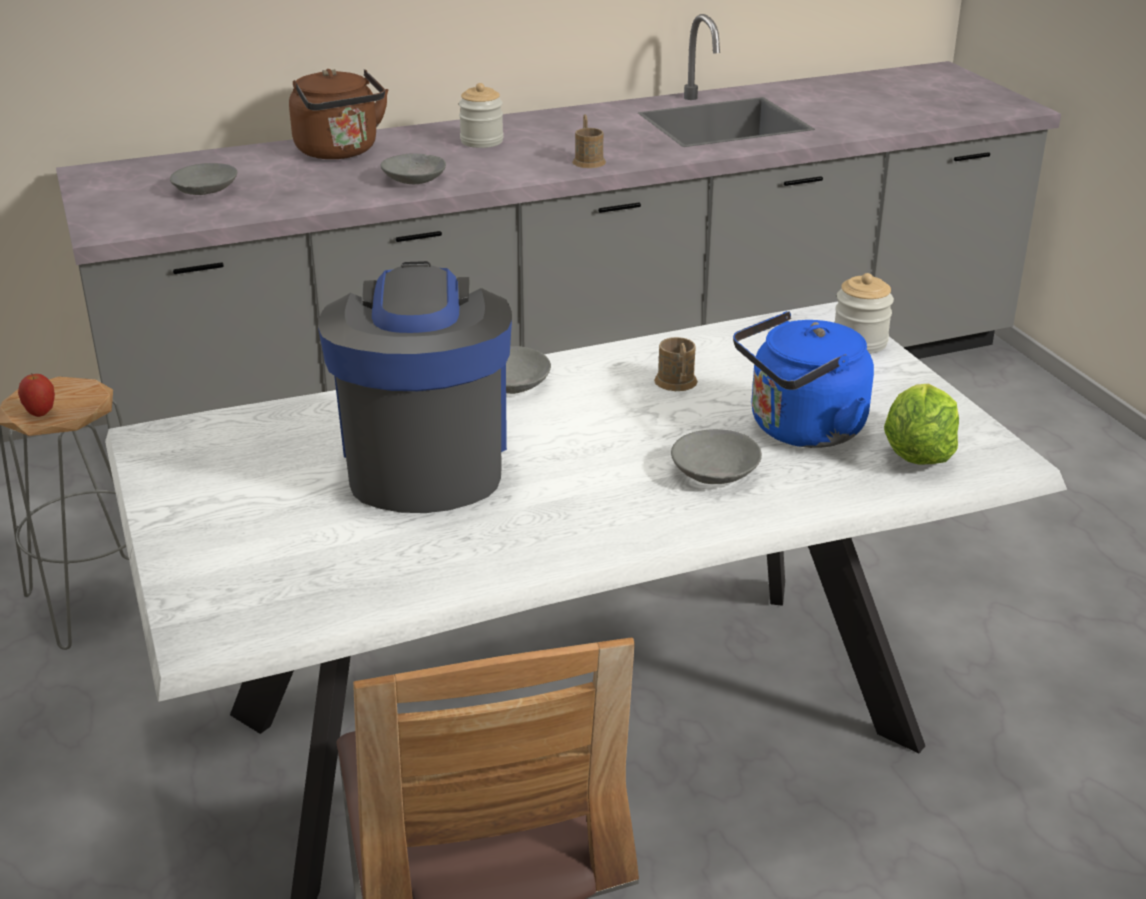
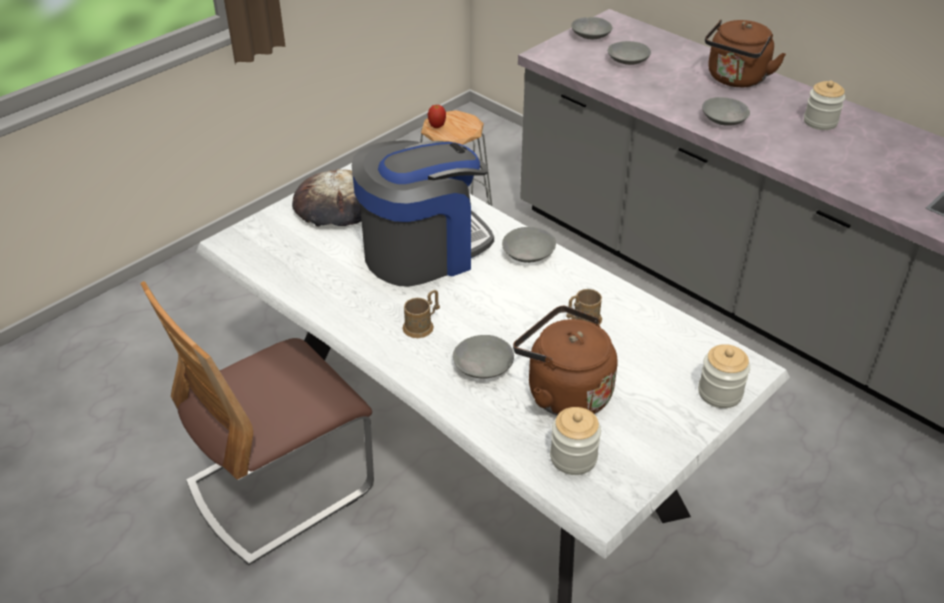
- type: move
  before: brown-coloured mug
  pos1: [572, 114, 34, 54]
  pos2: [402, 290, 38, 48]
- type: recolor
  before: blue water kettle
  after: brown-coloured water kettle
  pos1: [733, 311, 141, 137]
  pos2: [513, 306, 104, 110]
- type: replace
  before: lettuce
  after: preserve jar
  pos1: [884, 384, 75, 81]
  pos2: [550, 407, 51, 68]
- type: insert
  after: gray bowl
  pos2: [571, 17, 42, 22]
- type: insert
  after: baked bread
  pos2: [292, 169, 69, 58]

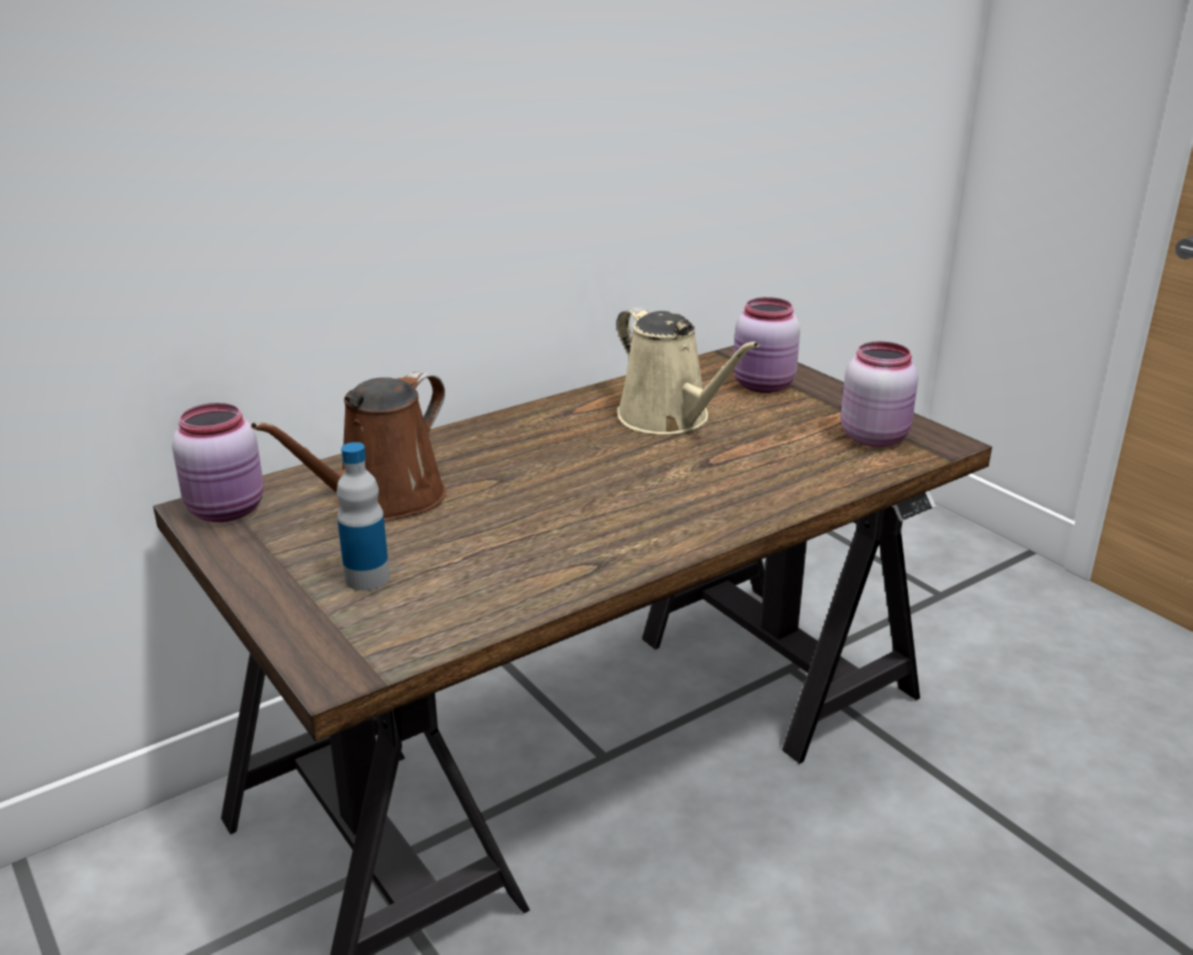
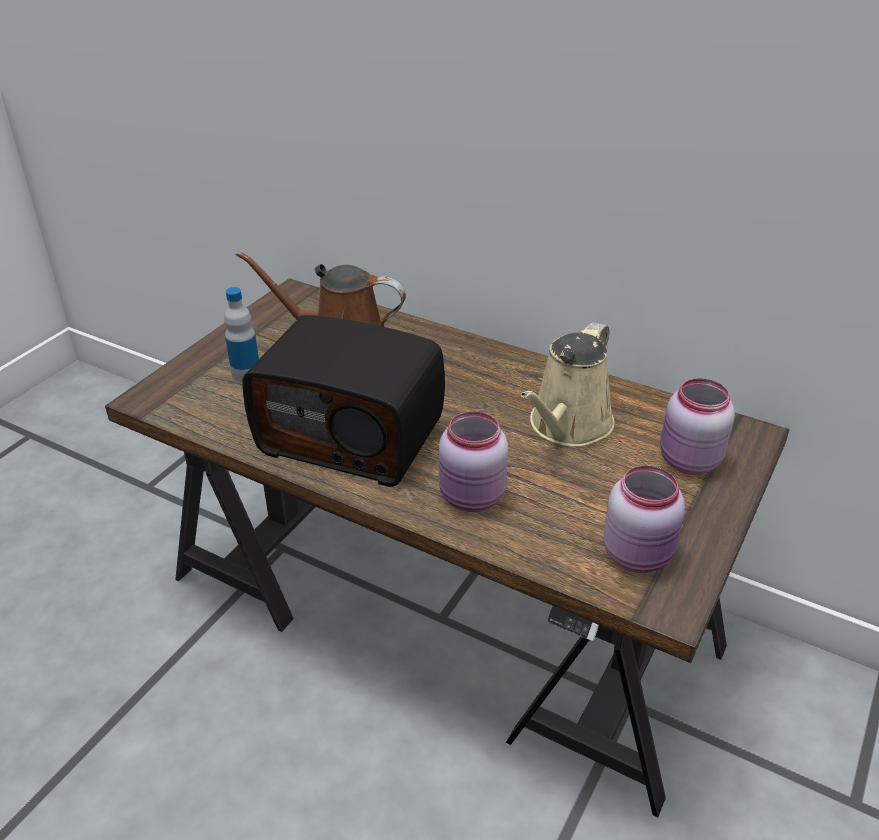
- type: move
  before: pink preserve jar
  pos1: [172, 403, 92, 119]
  pos2: [439, 411, 69, 101]
- type: insert
  after: radio set
  pos2: [243, 315, 202, 172]

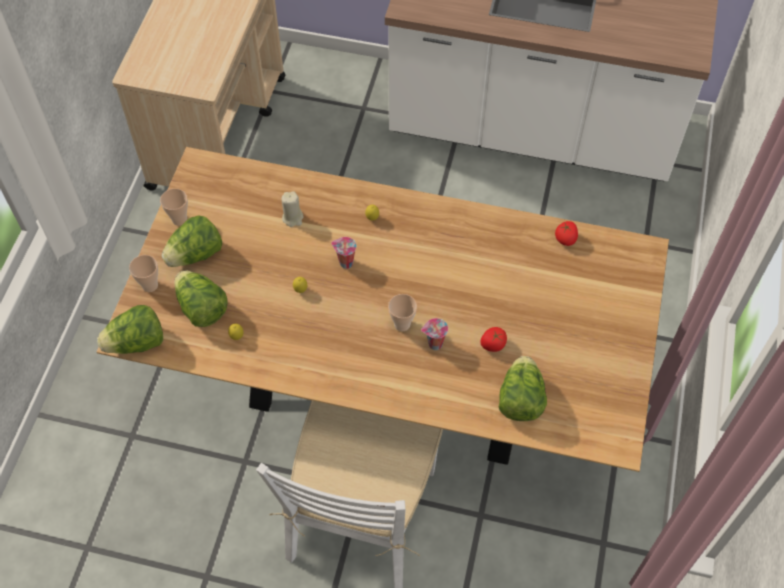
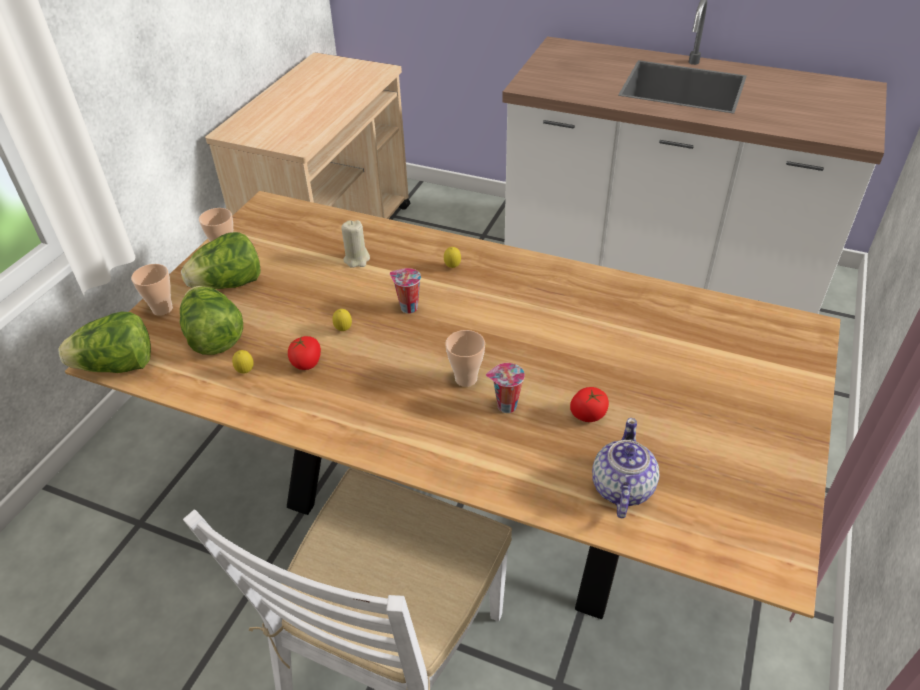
- type: move
  before: tomato
  pos1: [555, 221, 23, 25]
  pos2: [288, 336, 33, 34]
- type: replace
  before: lettuce
  after: tea pot
  pos1: [499, 356, 48, 65]
  pos2: [592, 418, 68, 100]

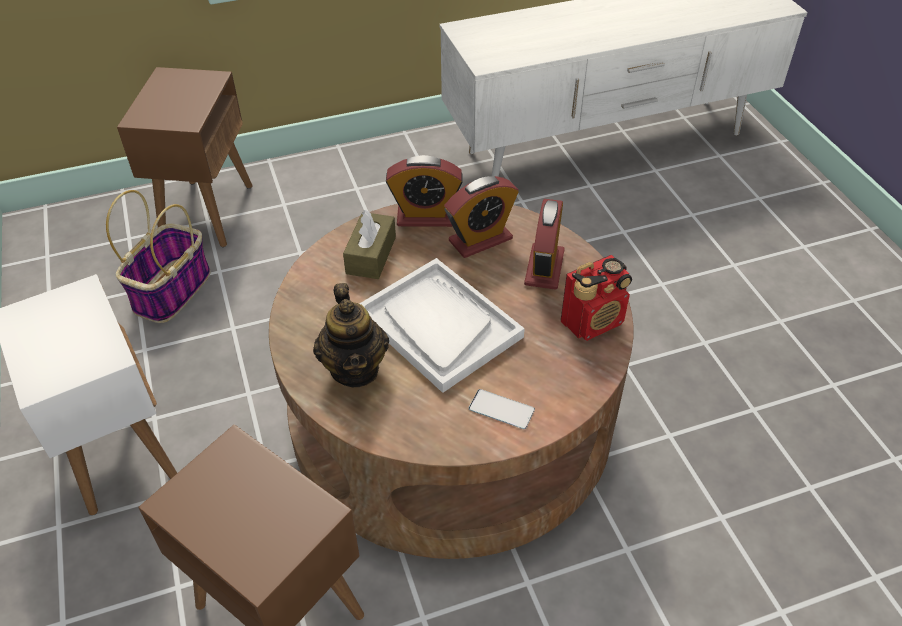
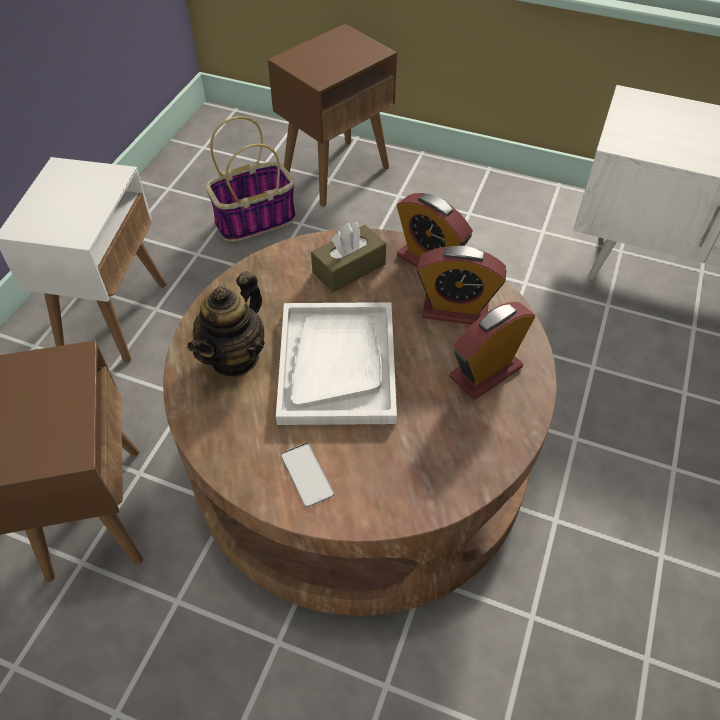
- type: delete
  before: radio set
  pos1: [561, 255, 71, 86]

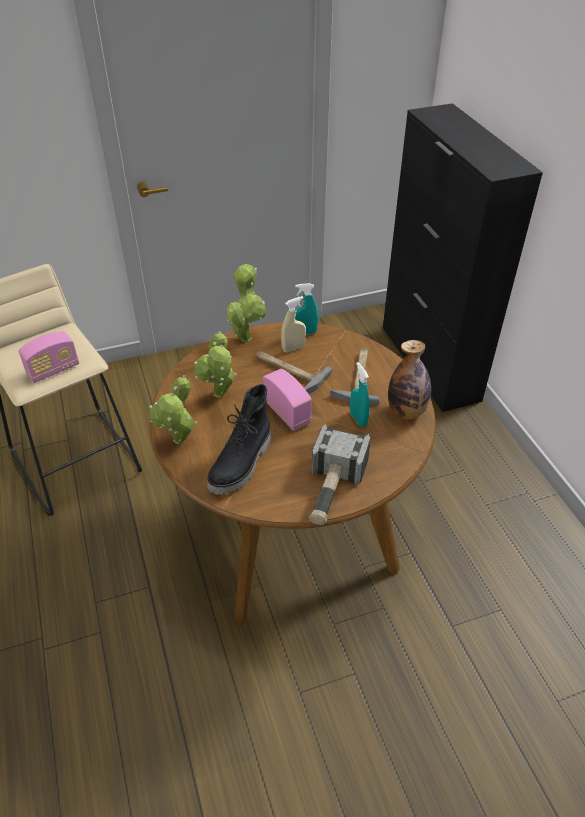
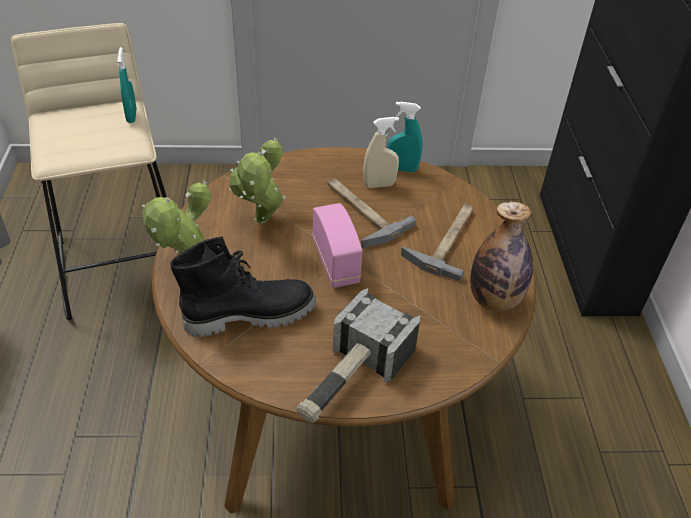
- type: delete
  before: plant in a pot
  pos1: [227, 264, 39, 79]
- type: delete
  before: radio set
  pos1: [18, 331, 61, 52]
- type: move
  before: blue-green sprayer
  pos1: [350, 362, 20, 65]
  pos2: [117, 47, 20, 76]
- type: rotate
  before: black-coloured high-top boot
  pos1: [207, 384, 64, 111]
  pos2: [170, 236, 146, 101]
  turn: -150

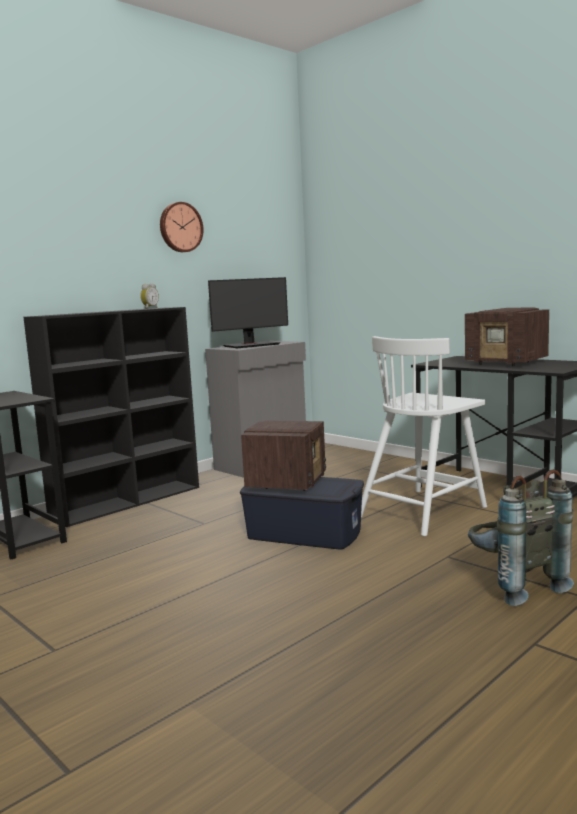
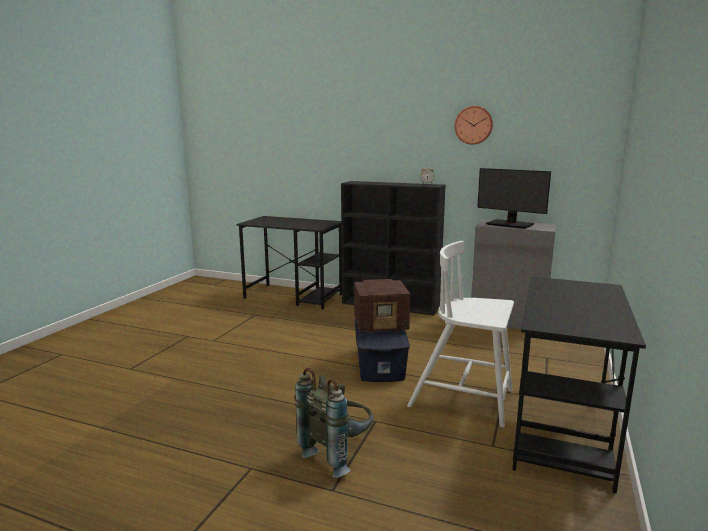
- type: delete
  before: radio set
  pos1: [465, 307, 84, 59]

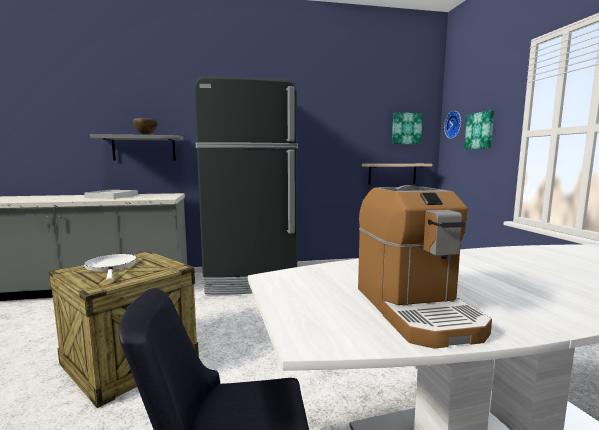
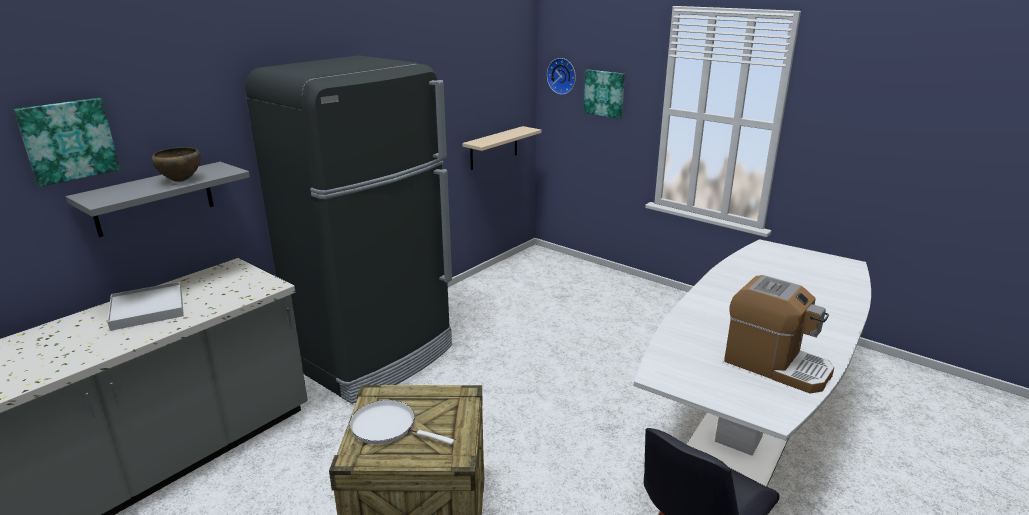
- type: move
  before: wall picture
  pos1: [392, 113, 31, 31]
  pos2: [13, 98, 107, 89]

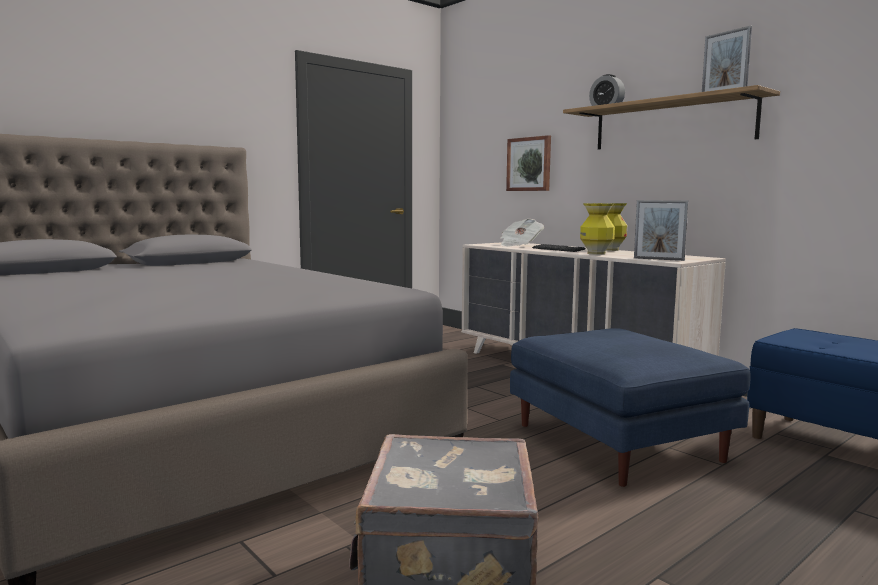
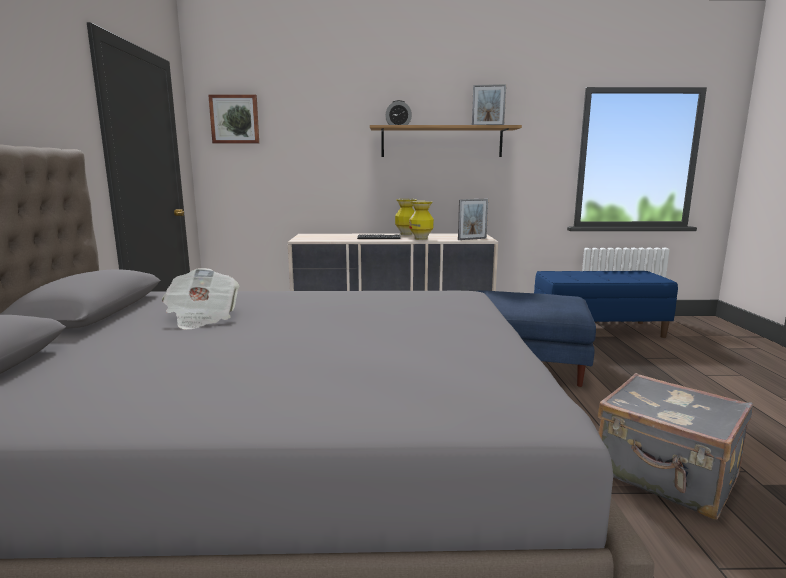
- type: move
  before: wall picture
  pos1: [506, 135, 45, 56]
  pos2: [208, 94, 51, 49]
- type: move
  before: daily paper
  pos1: [500, 219, 44, 28]
  pos2: [162, 268, 77, 62]

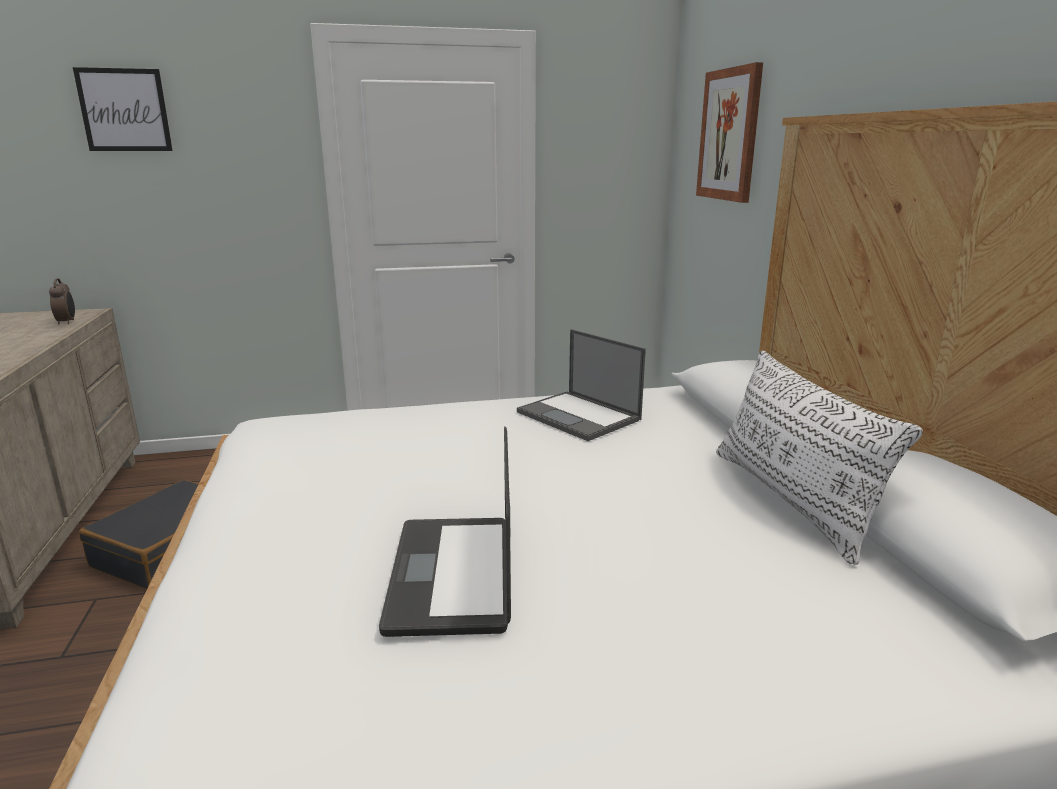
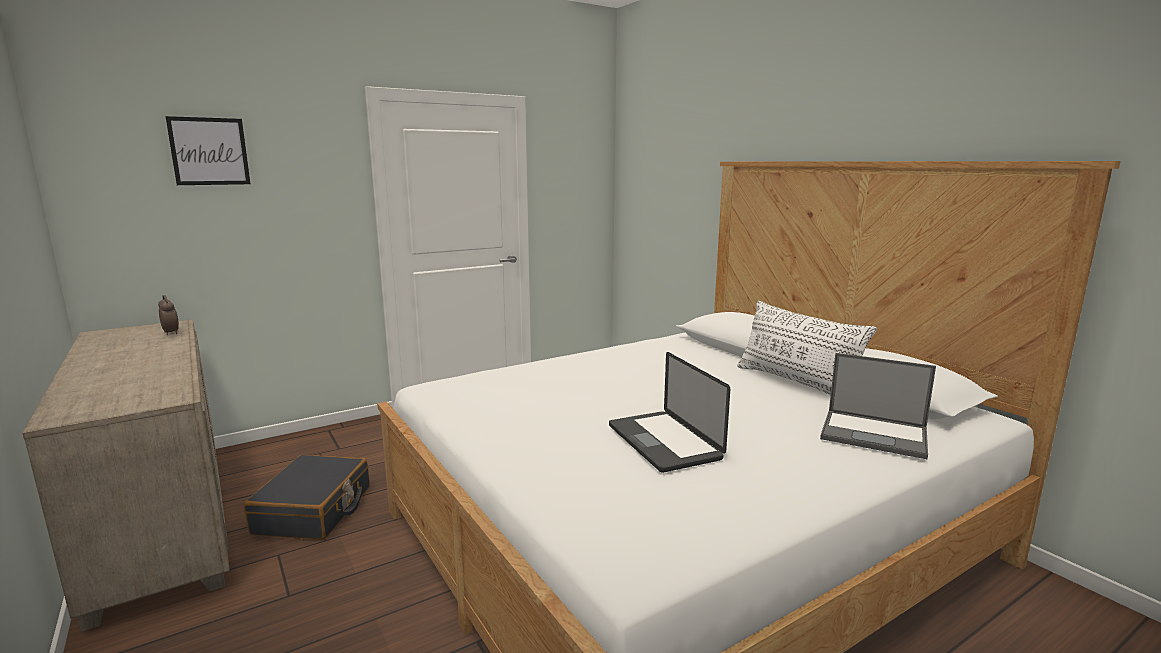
- type: delete
  before: wall picture
  pos1: [696, 62, 67, 141]
- type: move
  before: notebook computer
  pos1: [517, 329, 129, 112]
  pos2: [820, 353, 116, 106]

